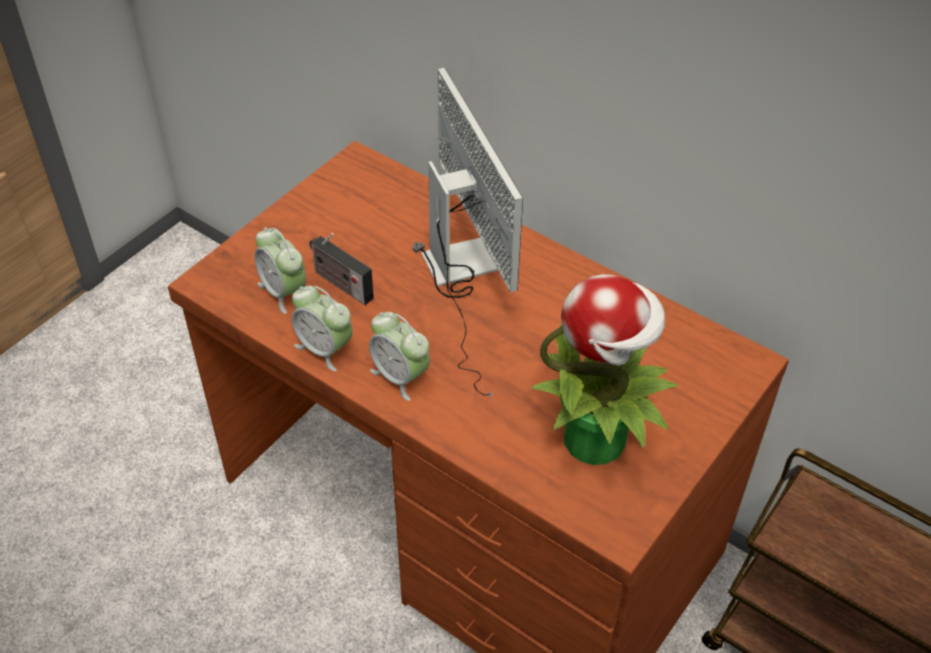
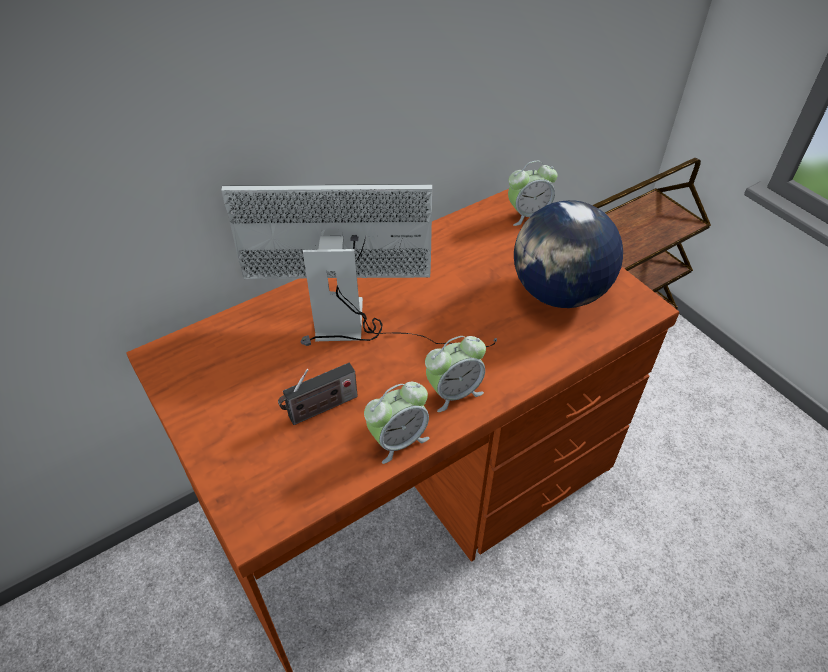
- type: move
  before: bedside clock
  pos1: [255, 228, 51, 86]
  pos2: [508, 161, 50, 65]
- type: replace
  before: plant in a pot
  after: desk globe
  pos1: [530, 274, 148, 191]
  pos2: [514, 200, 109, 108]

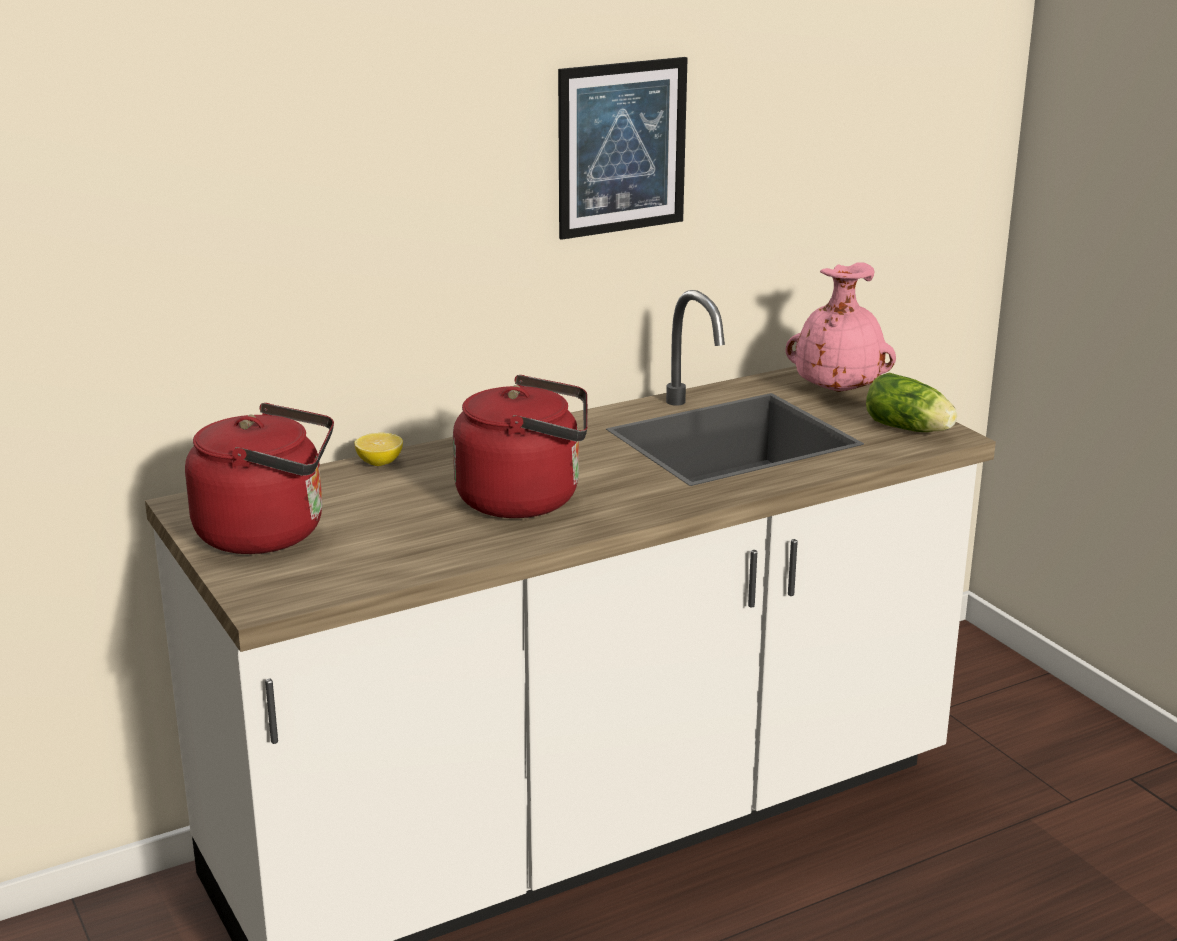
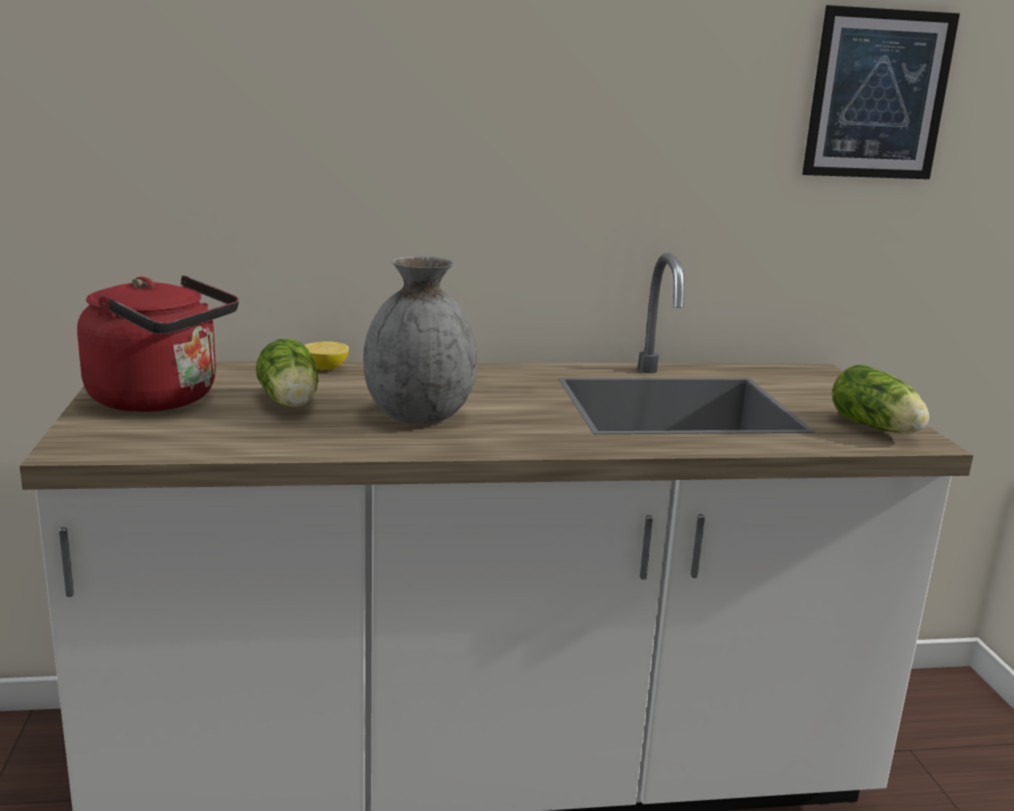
- type: move
  before: wall picture
  pos1: [558, 57, 130, 183]
  pos2: [802, 5, 158, 174]
- type: delete
  before: pink vase
  pos1: [785, 262, 111, 130]
- type: replace
  before: red water kettle
  after: gray vase
  pos1: [453, 375, 135, 143]
  pos2: [363, 256, 114, 167]
- type: insert
  after: lettuce
  pos2: [256, 339, 63, 68]

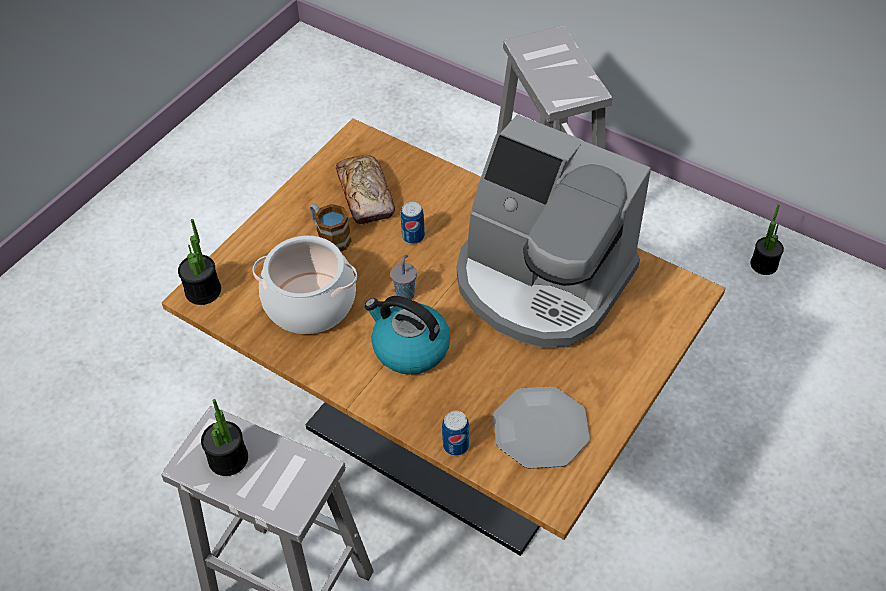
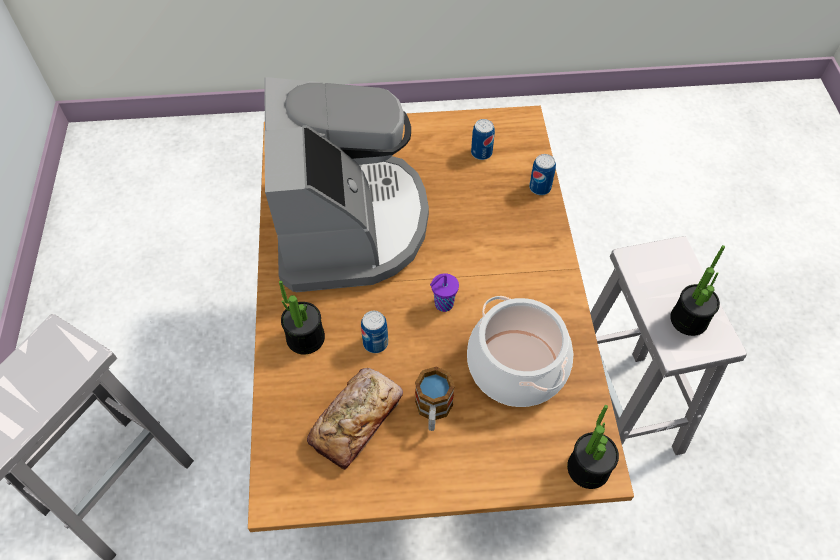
- type: move
  before: plant in a pot
  pos1: [750, 203, 34, 72]
  pos2: [279, 281, 46, 74]
- type: recolor
  before: gray cup
  after: purplish cup
  pos1: [390, 255, 27, 45]
  pos2: [430, 273, 29, 39]
- type: delete
  before: water kettle
  pos1: [364, 296, 86, 78]
- type: replace
  before: dinner plate
  after: metal can
  pos1: [493, 387, 97, 82]
  pos2: [471, 119, 24, 41]

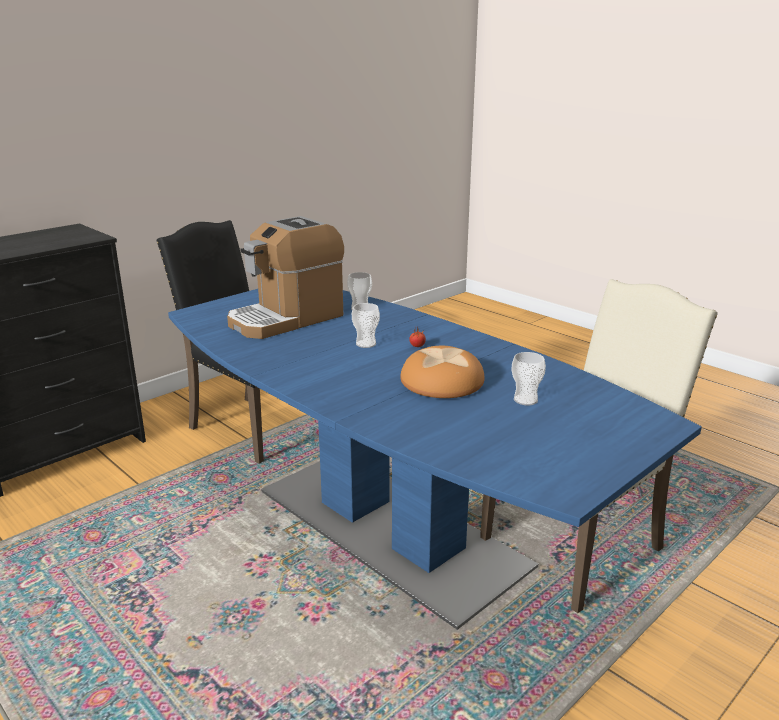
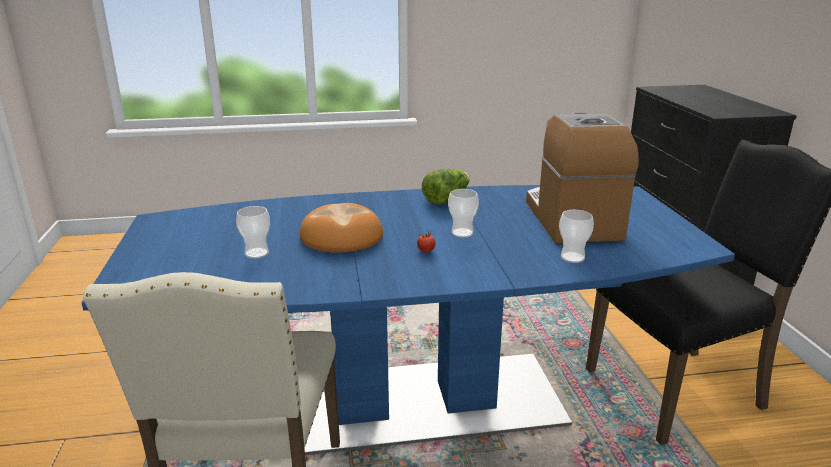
- type: insert
  after: lettuce
  pos2: [422, 169, 48, 36]

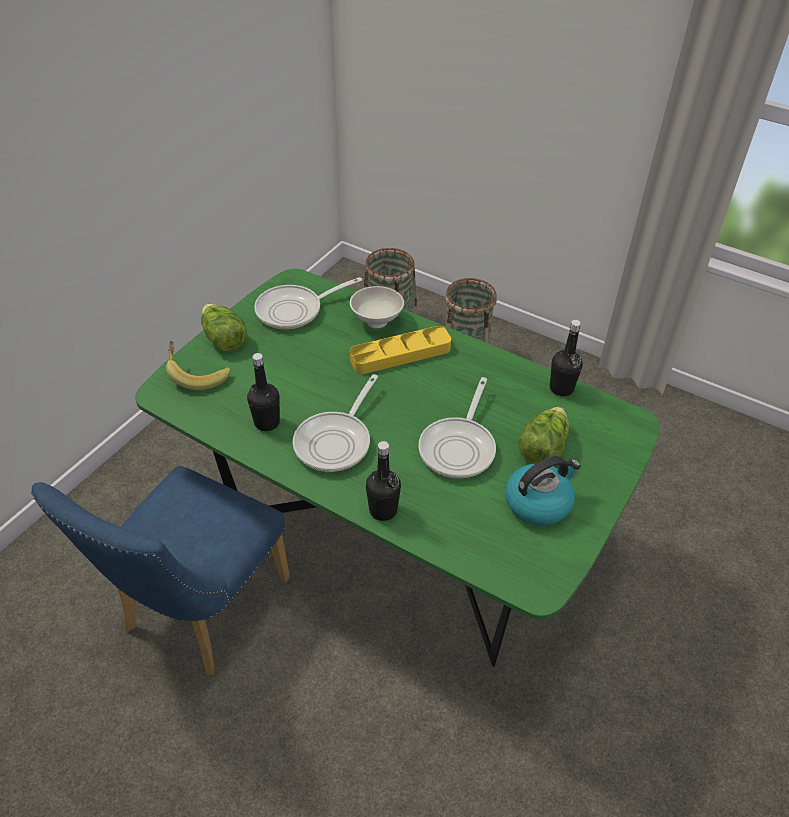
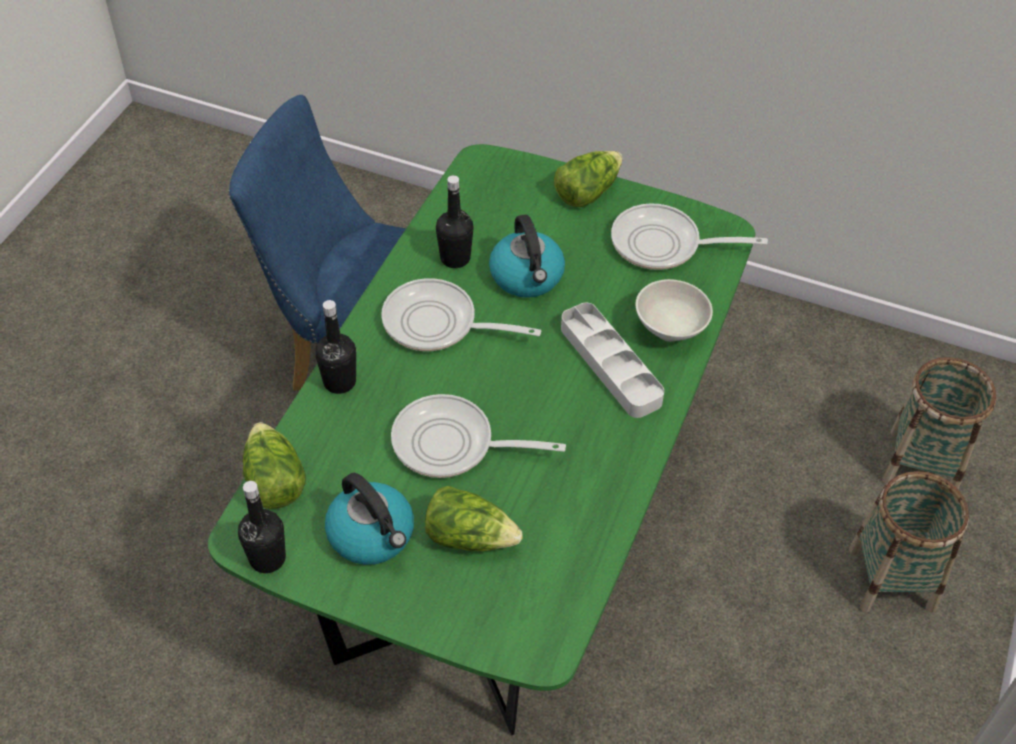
- type: rotate
  before: skillet
  pos1: [254, 277, 108, 52]
  pos2: [611, 203, 157, 67]
  turn: -45
- type: move
  before: black-coloured beverage bottle
  pos1: [550, 320, 33, 76]
  pos2: [238, 481, 48, 92]
- type: recolor
  before: yellowish carrying tray
  after: gray carrying tray
  pos1: [350, 326, 101, 48]
  pos2: [561, 303, 103, 115]
- type: delete
  before: whole banana
  pos1: [166, 341, 65, 49]
- type: insert
  after: water kettle
  pos2: [489, 214, 76, 84]
- type: insert
  after: lettuce
  pos2: [243, 422, 62, 87]

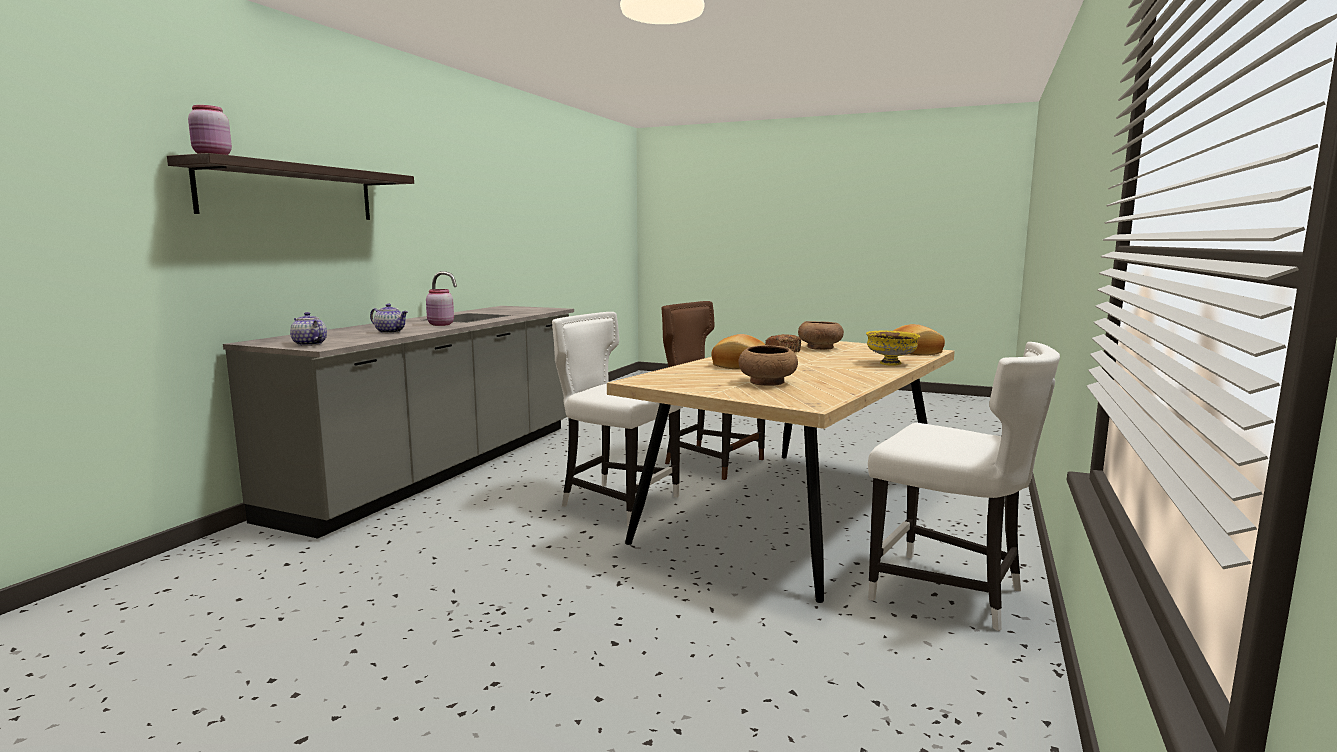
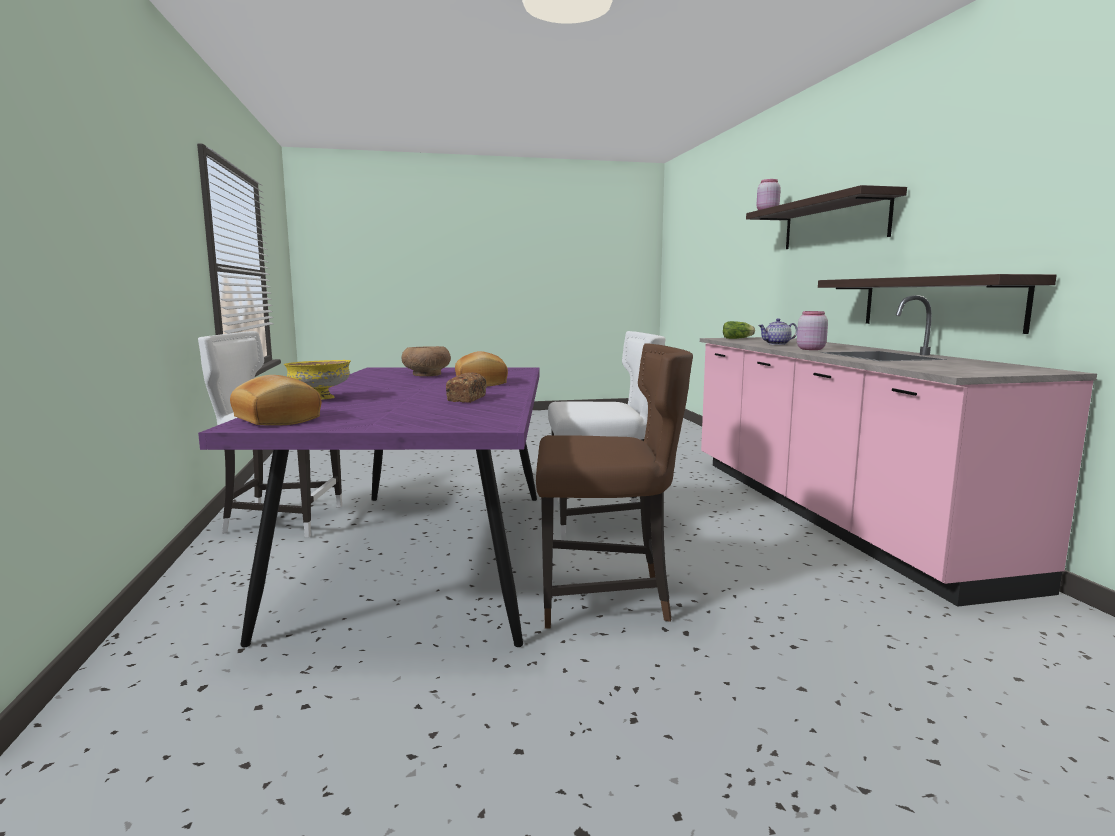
- type: recolor
  before: gray kitchen counter
  after: pink kitchen counter
  pos1: [223, 271, 351, 268]
  pos2: [700, 295, 397, 312]
- type: replace
  before: tea pot
  after: lettuce
  pos1: [290, 312, 37, 34]
  pos2: [723, 321, 32, 18]
- type: delete
  before: brown-coloured bowl
  pos1: [798, 321, 46, 29]
- type: recolor
  before: sand-coloured dining table
  after: purplish dining table
  pos1: [607, 340, 348, 263]
  pos2: [198, 368, 341, 279]
- type: insert
  after: wall shelf
  pos2: [818, 274, 239, 60]

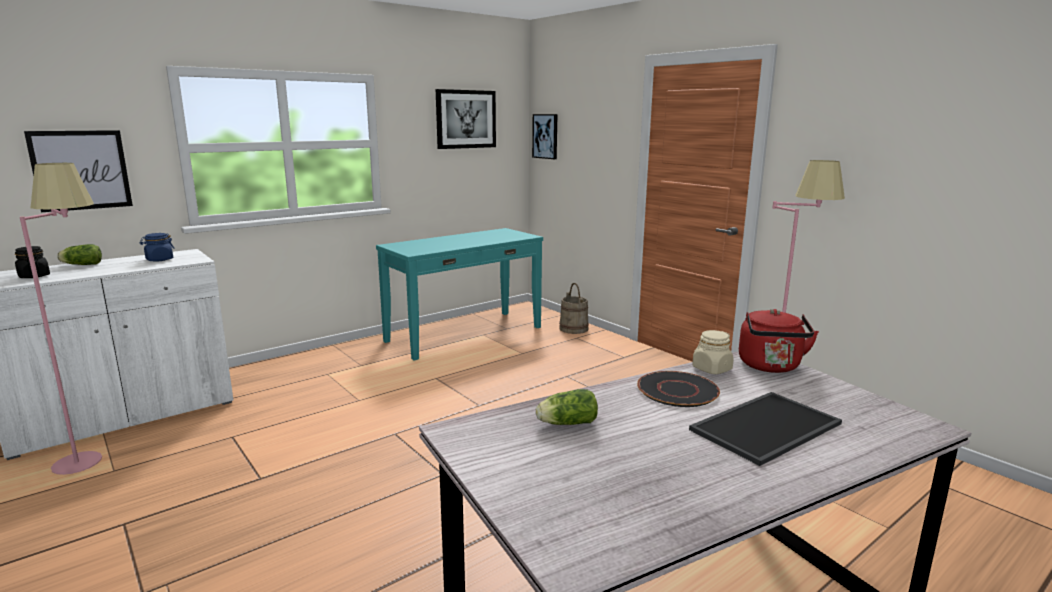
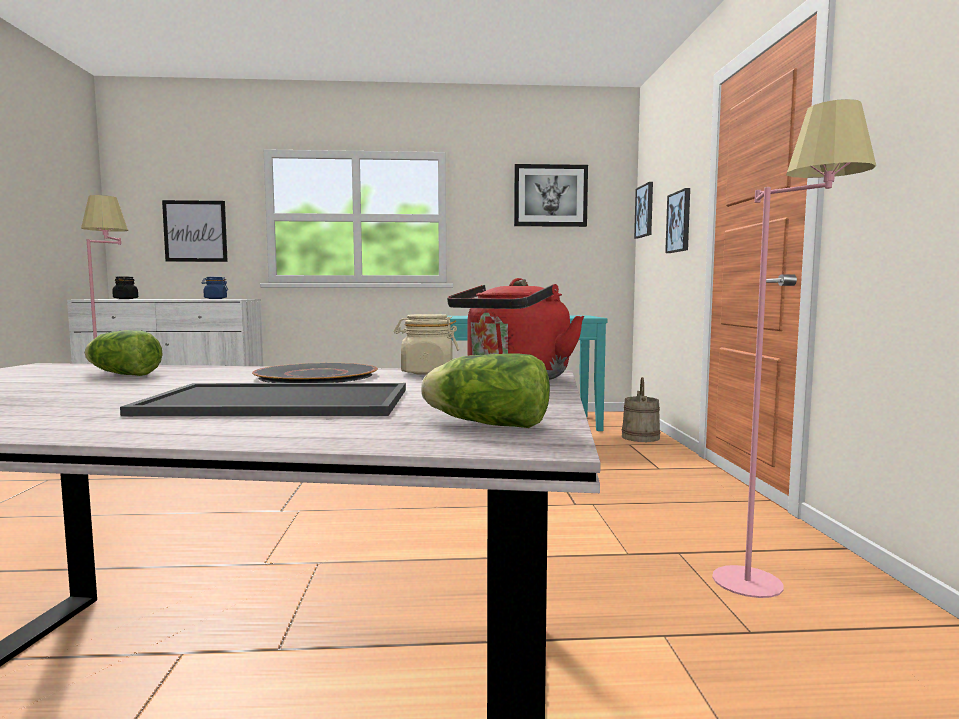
- type: move
  before: lettuce
  pos1: [57, 244, 45, 21]
  pos2: [421, 354, 129, 74]
- type: insert
  after: wall picture
  pos2: [665, 188, 25, 65]

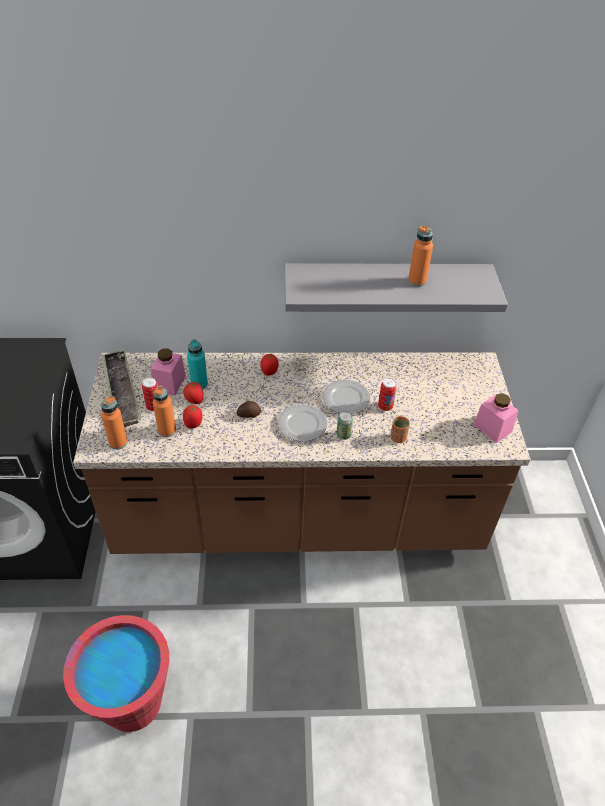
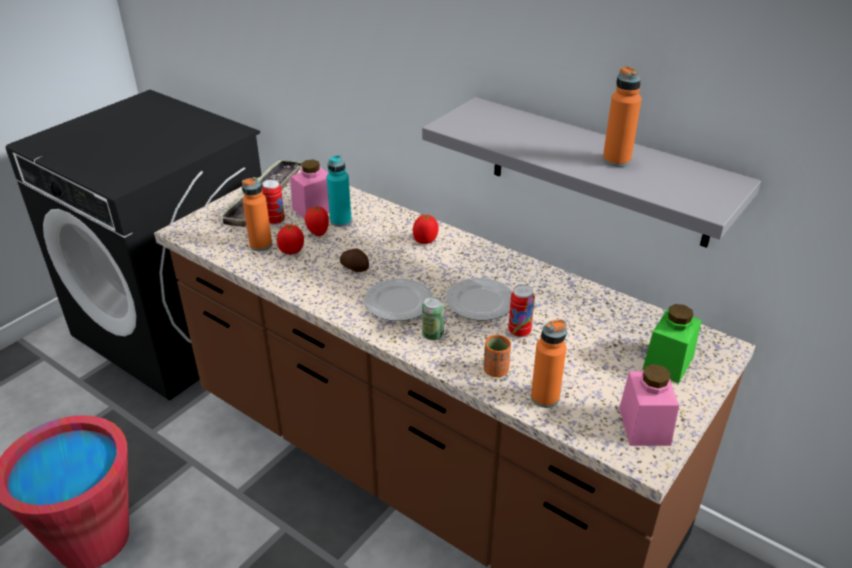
- type: move
  before: orangey beverage bottle
  pos1: [101, 395, 27, 55]
  pos2: [531, 319, 36, 89]
- type: insert
  after: greenish preserve jar
  pos2: [642, 304, 60, 79]

